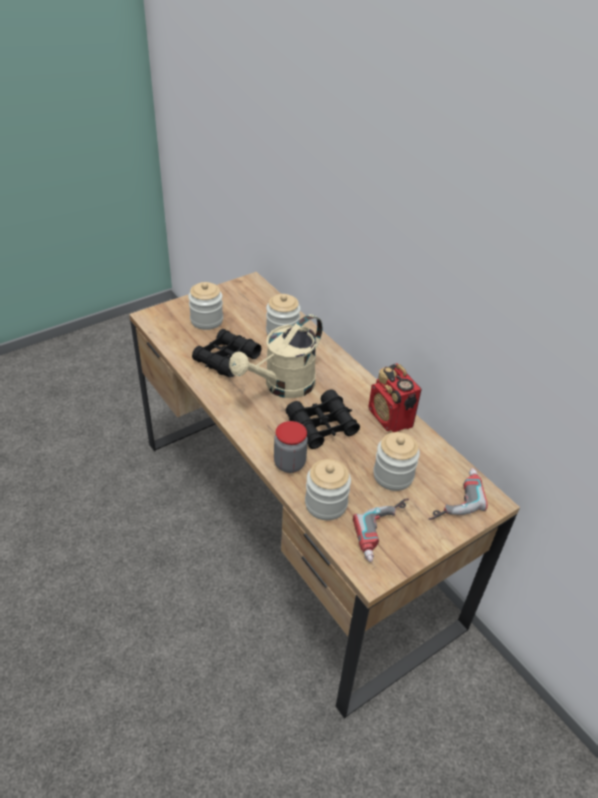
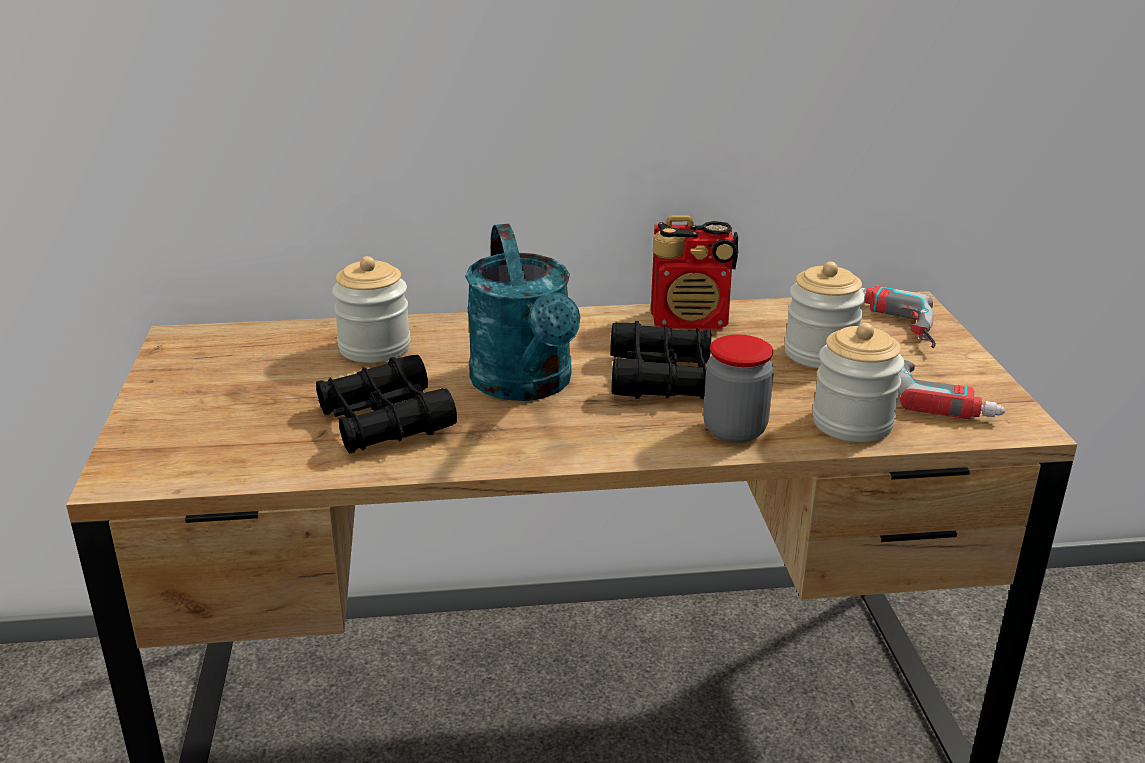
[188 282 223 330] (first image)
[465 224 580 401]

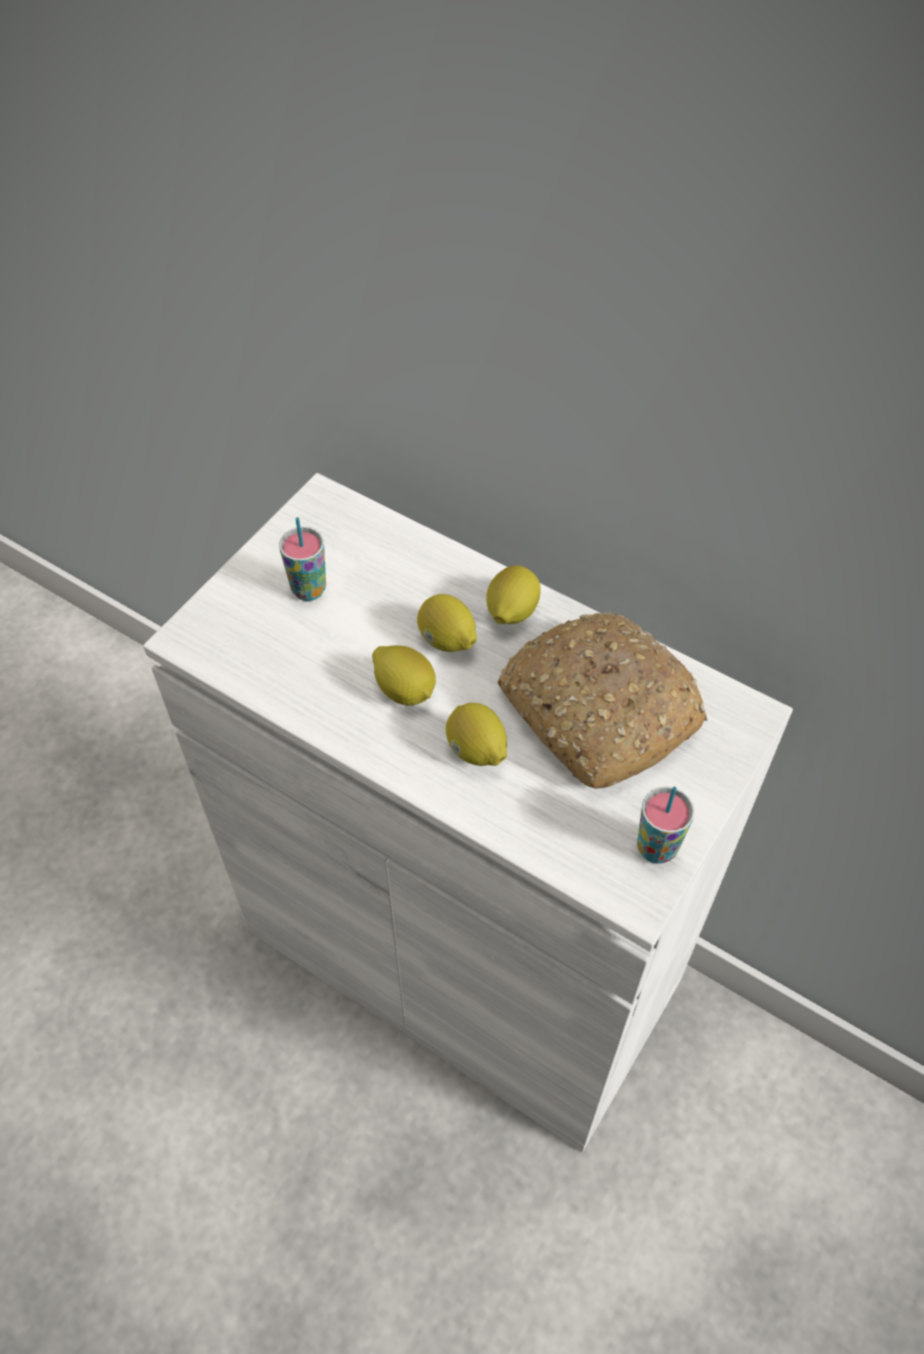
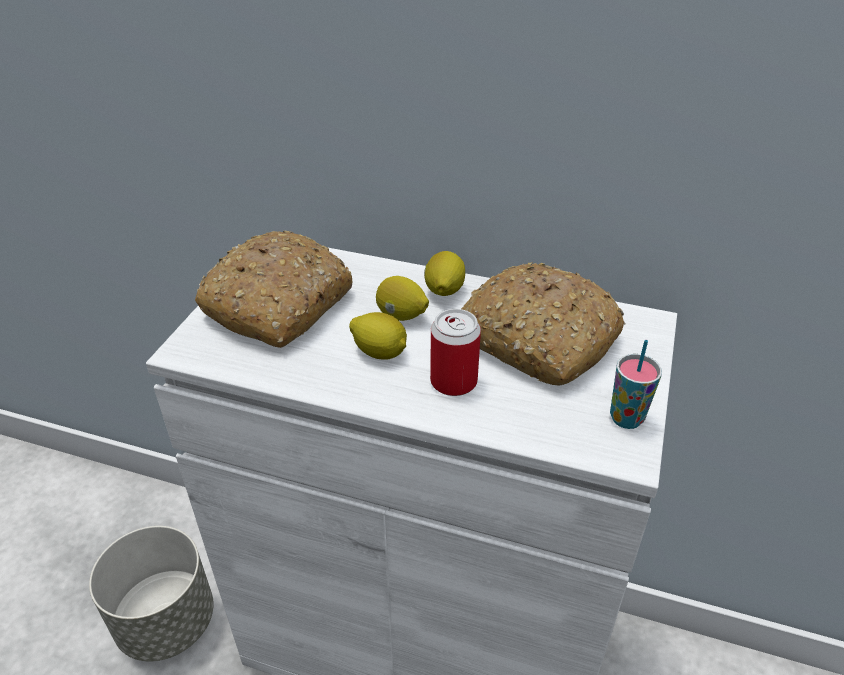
[195 231 352 348]
[430 309 481 396]
[89 526 214 661]

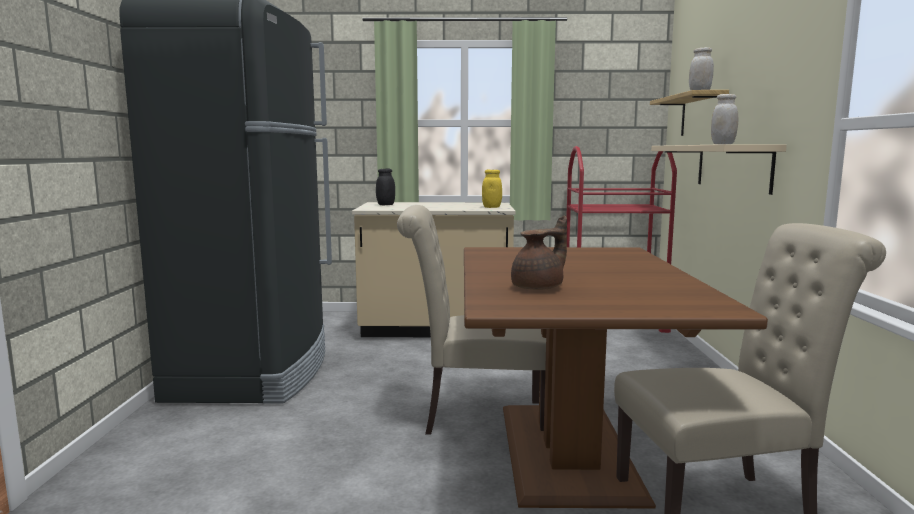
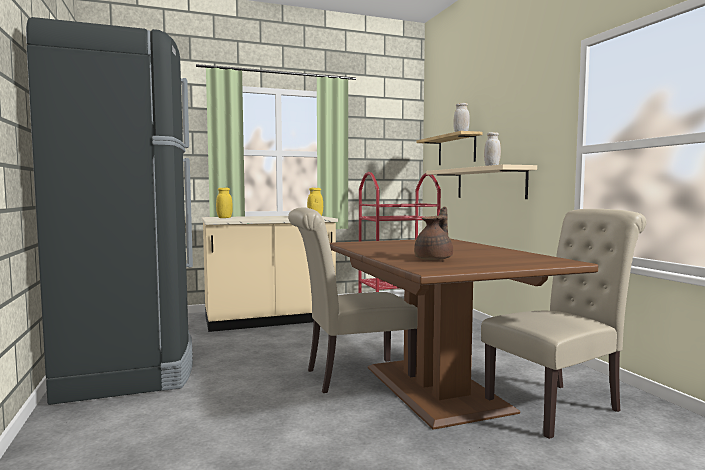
[216 188 233 218]

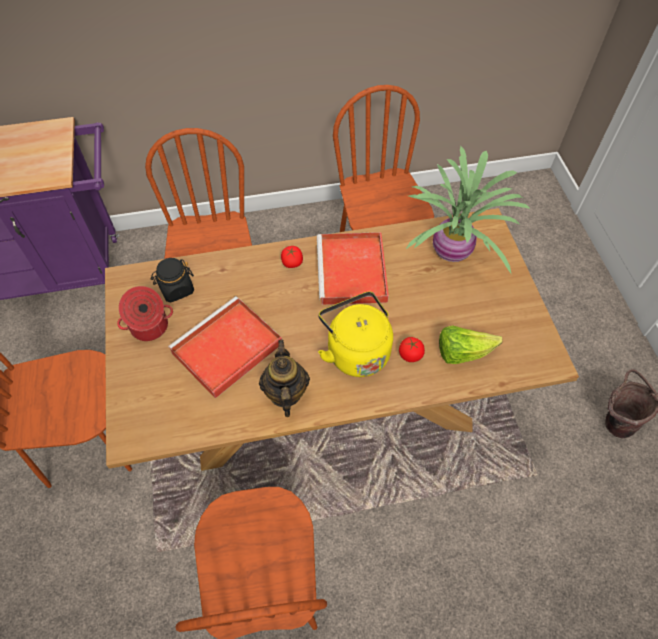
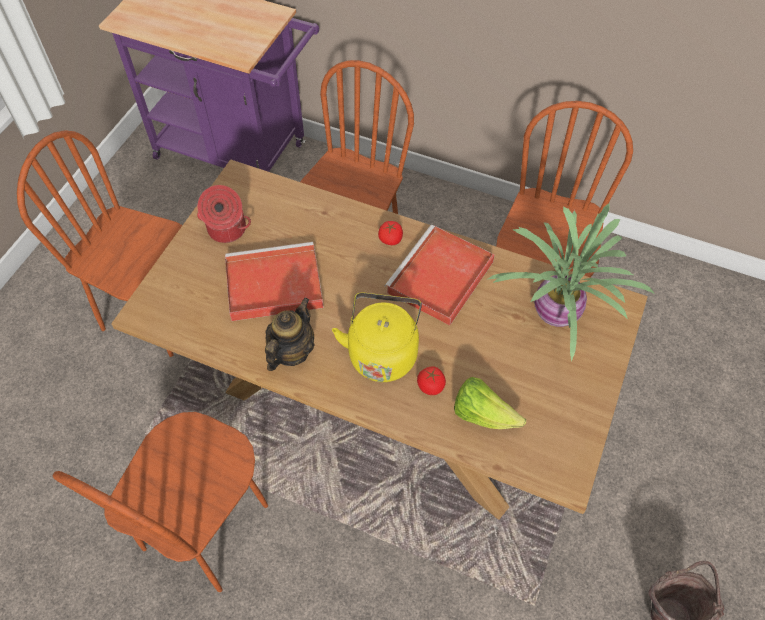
[151 258 194 302] (first image)

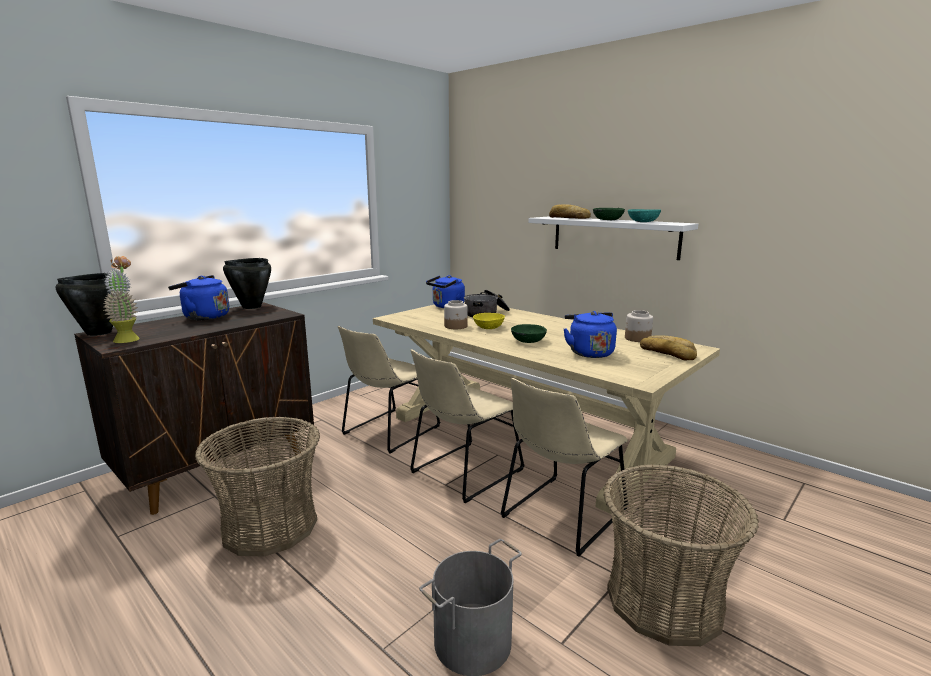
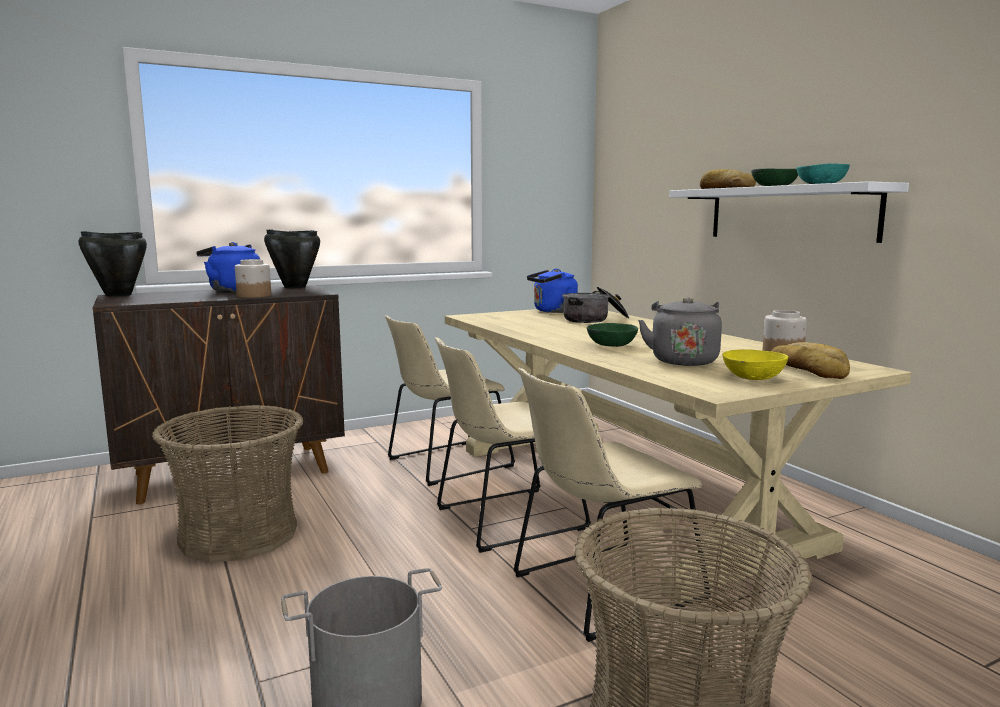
[103 256 140 343] (first image)
[235 259 271 298]
[638 297 722 366]
[723 349 788 380]

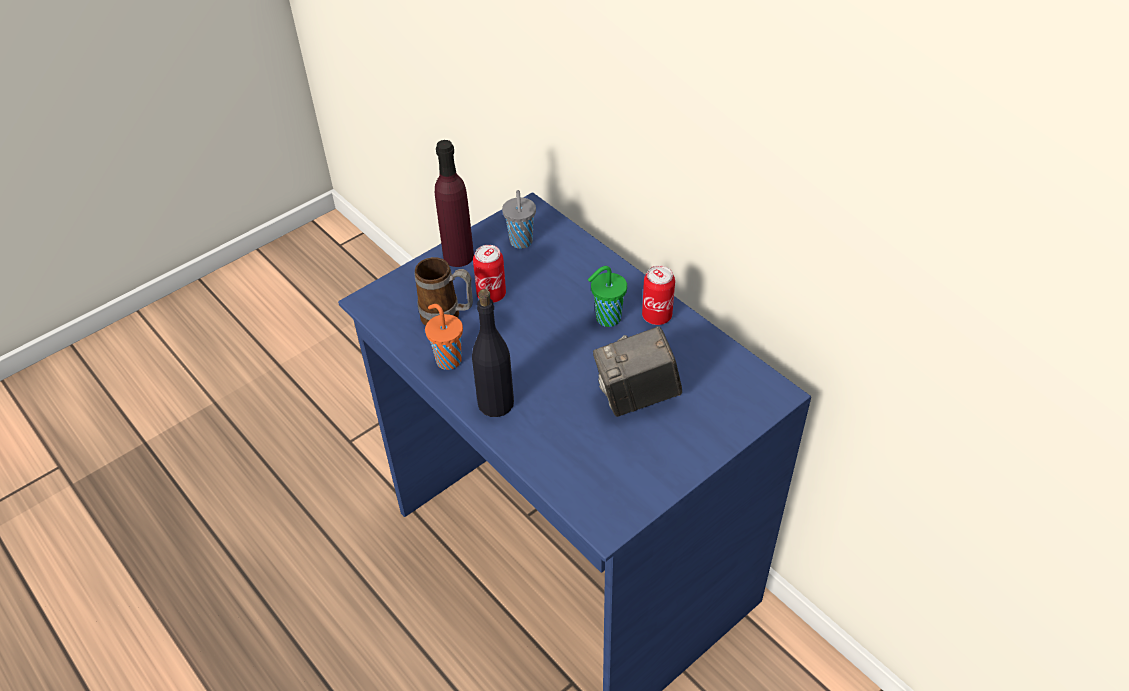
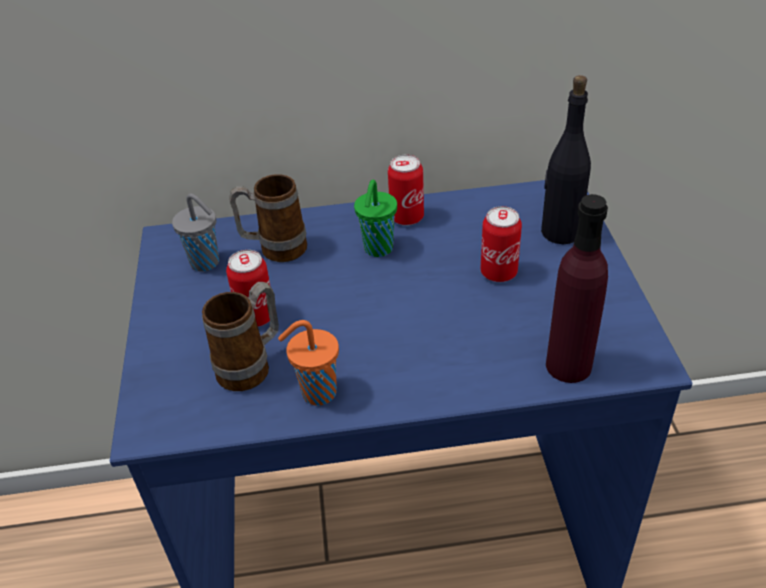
[546 194 608 383]
[541 75 591 244]
[480 206 522 282]
[229 174 307 262]

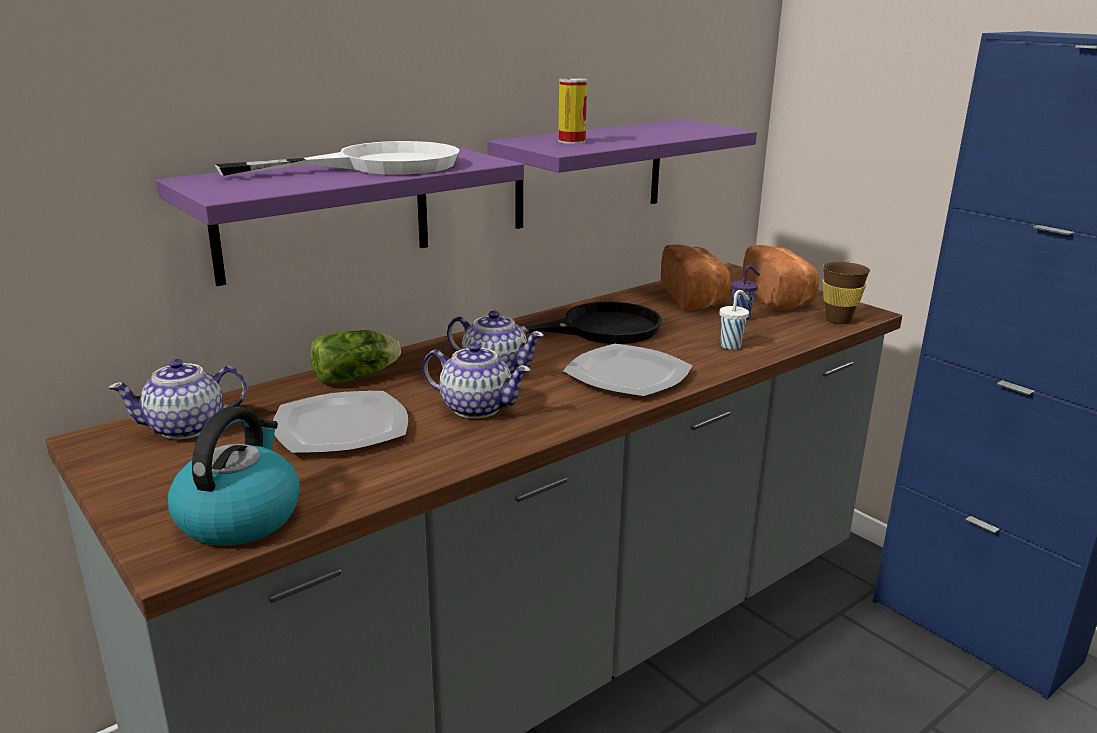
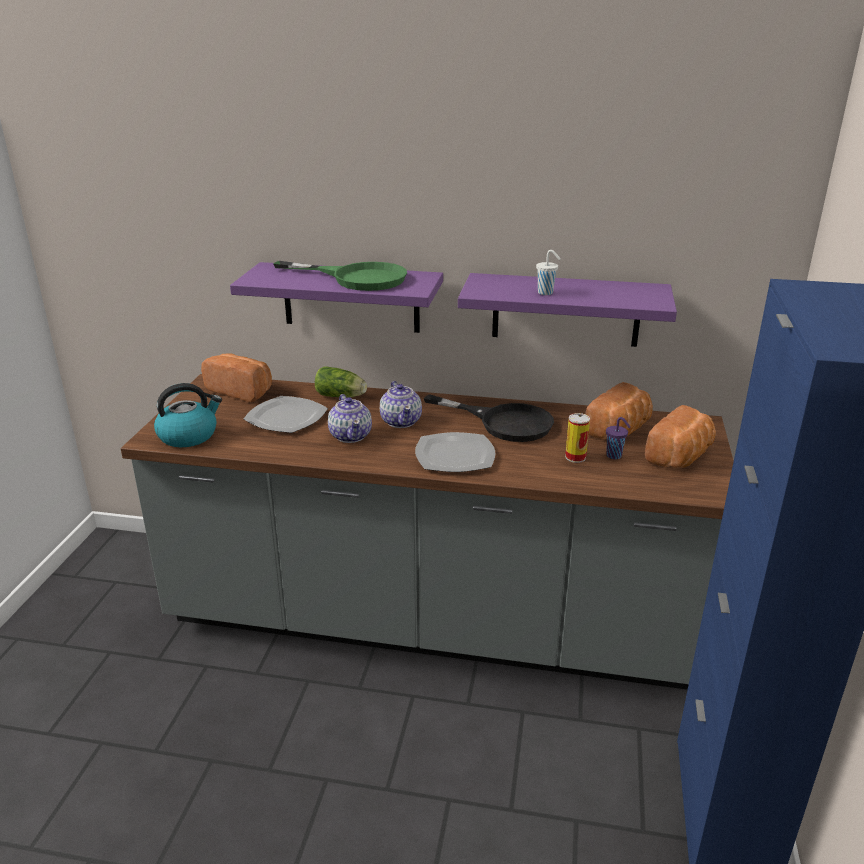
[565 413 590 463]
[273 261 407 291]
[823 262 870 324] (first image)
[536 250 561 295]
[201 353 272 402]

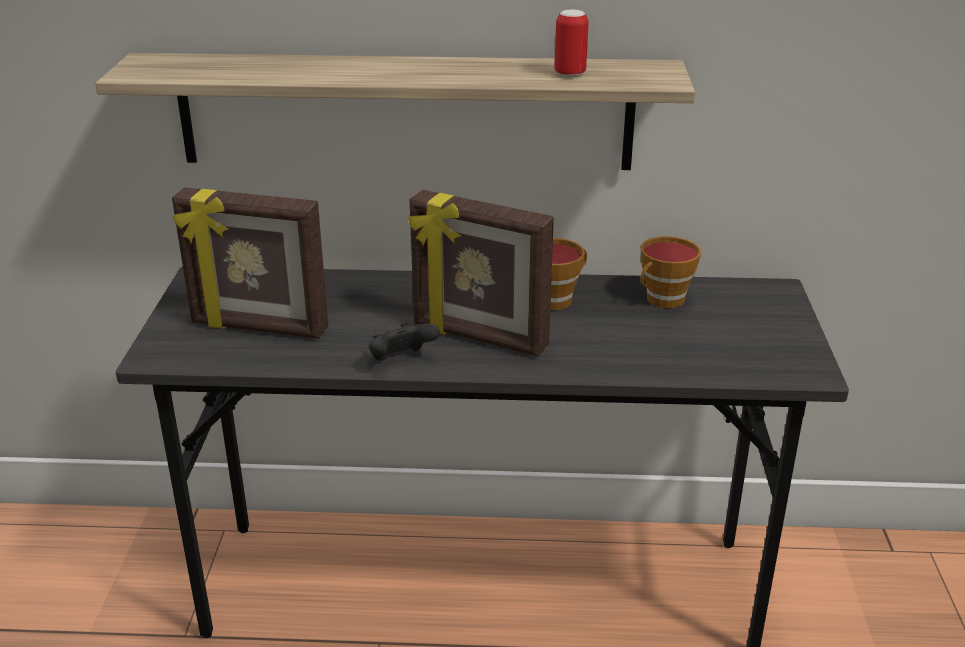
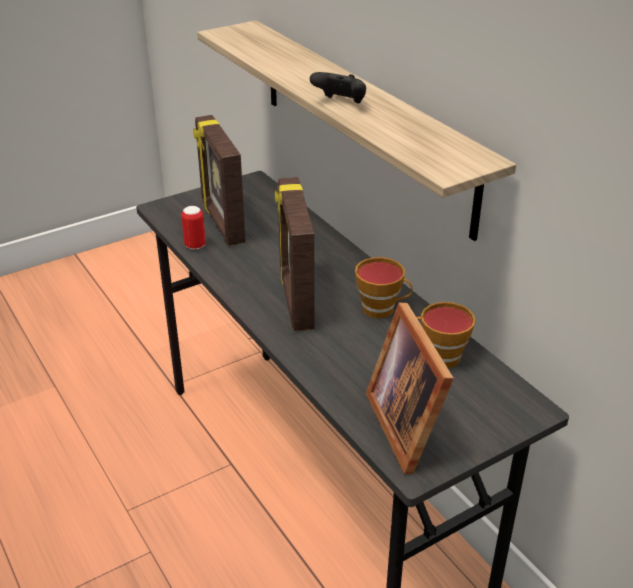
[181 206 206 250]
[310 72 366 103]
[366 302 454 474]

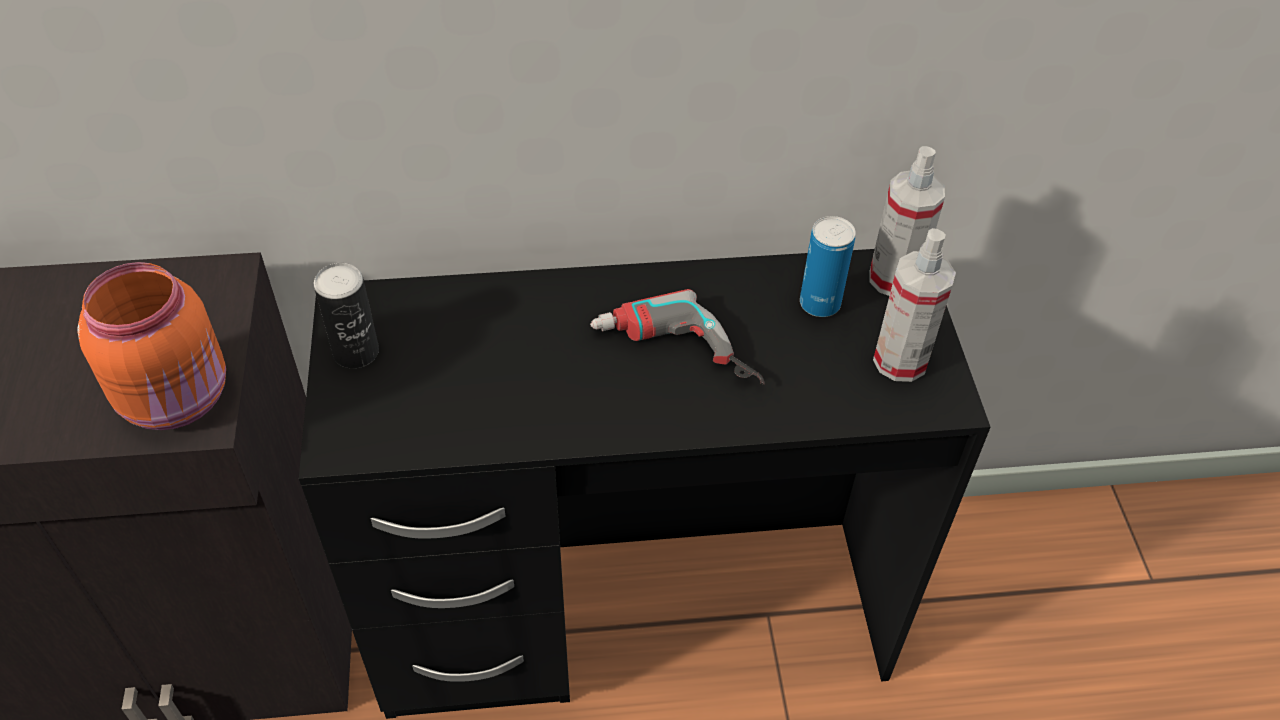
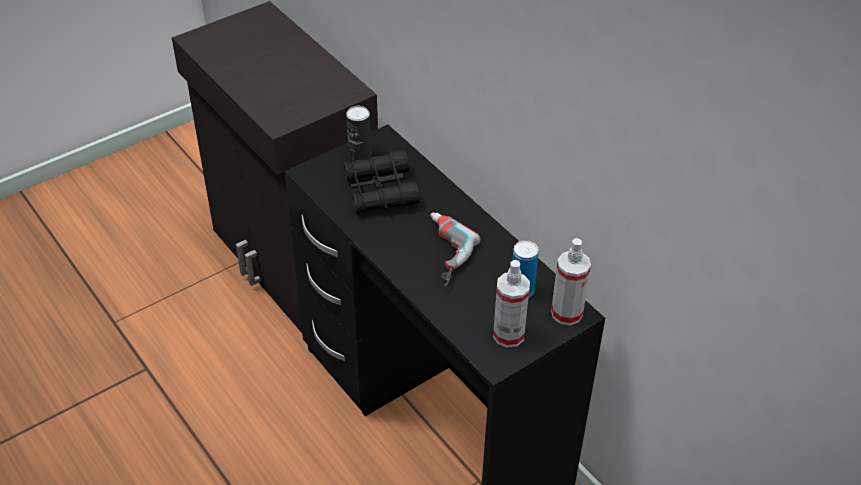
[77 262 226 430] (first image)
[344 150 420 214]

